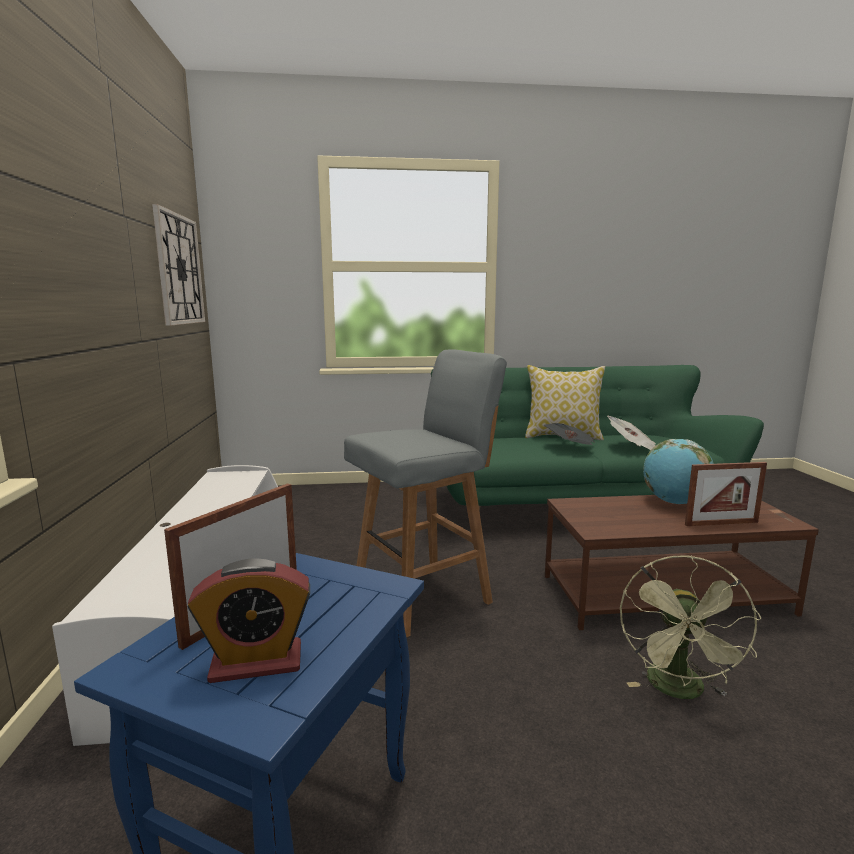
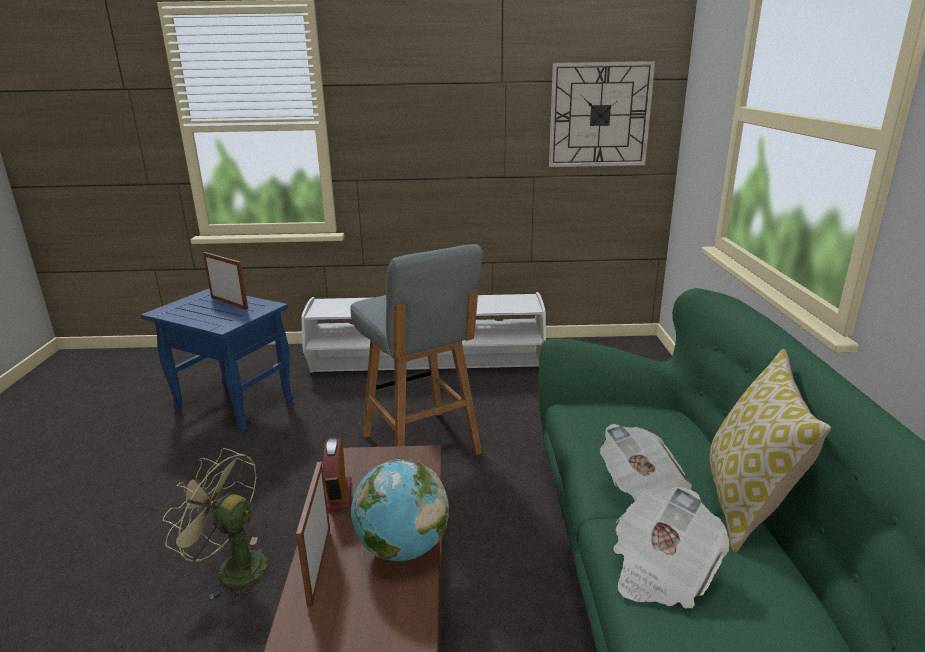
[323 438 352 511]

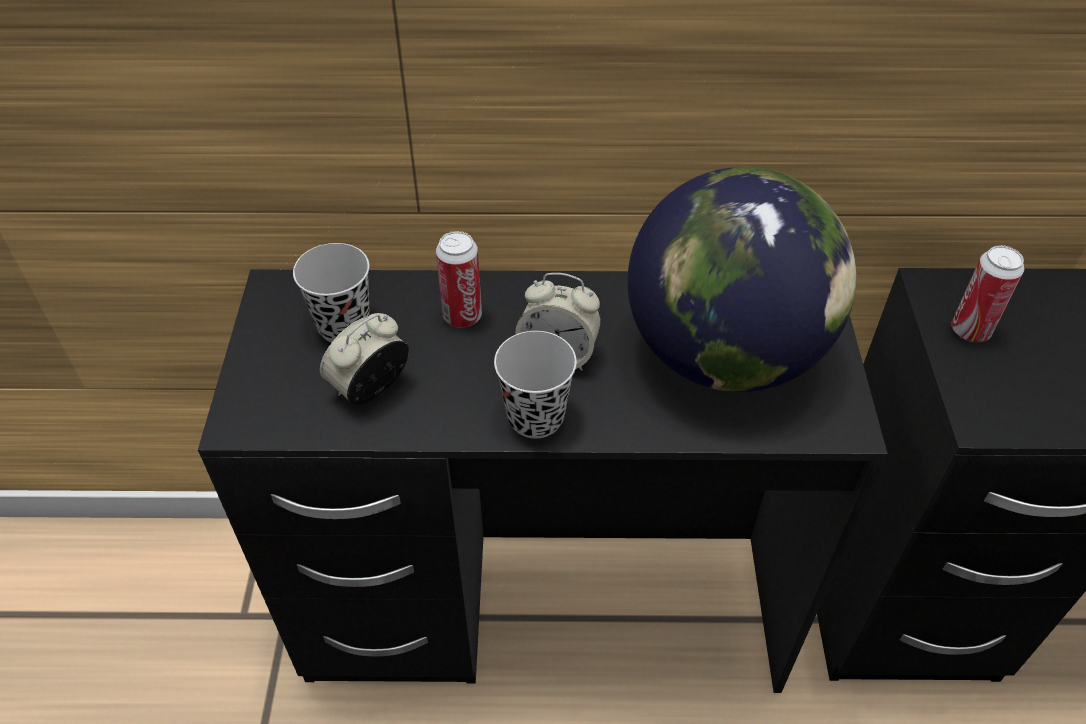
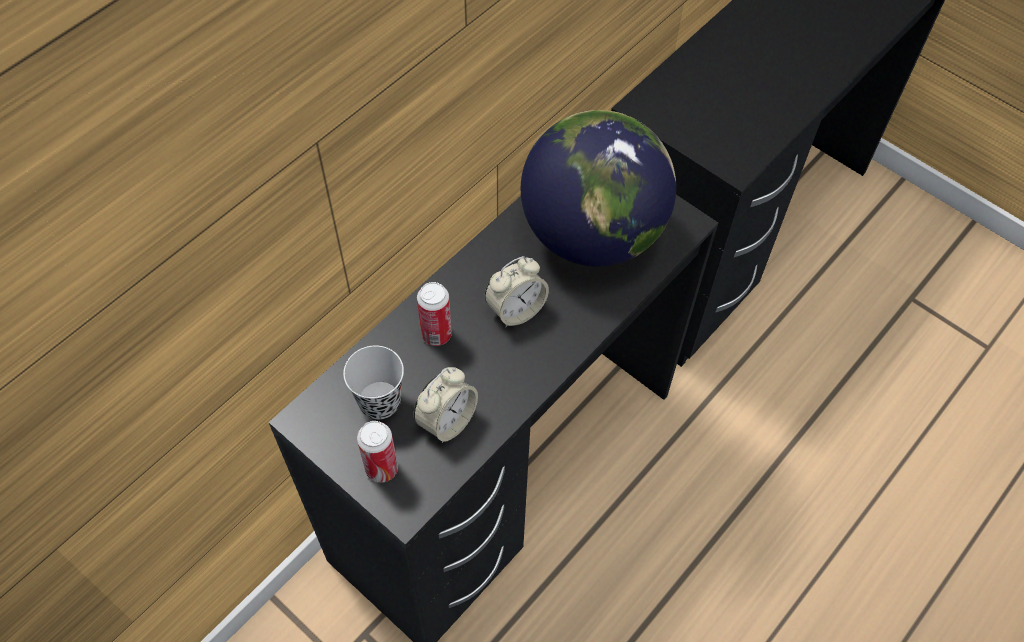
[357 421 398 483]
[414 367 478 443]
[494 331 577 439] (first image)

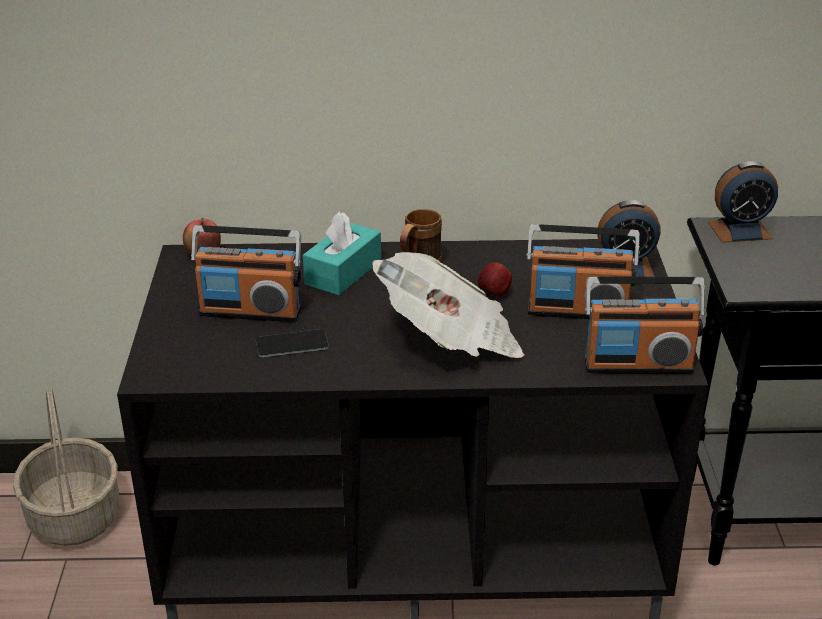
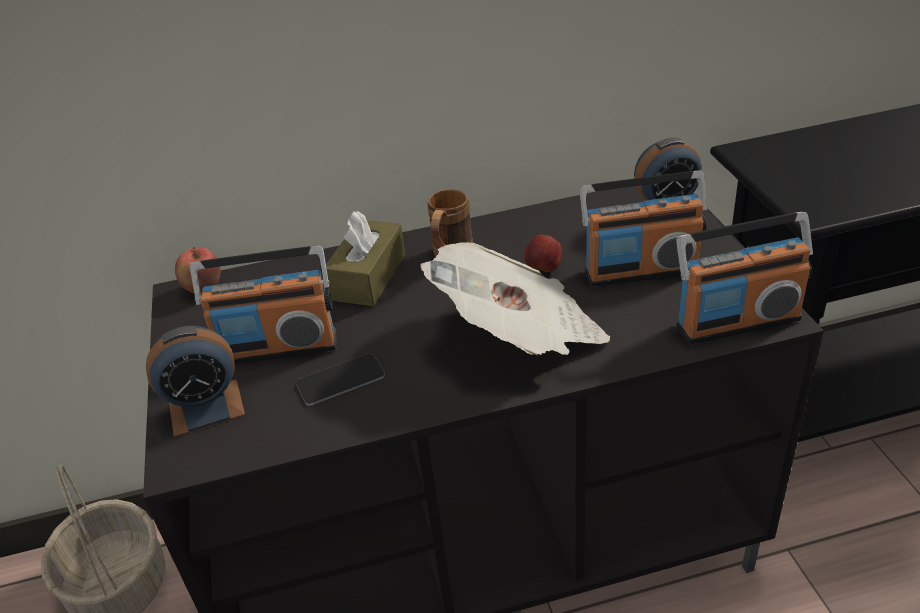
[146 326 245 437]
[326 211 405 306]

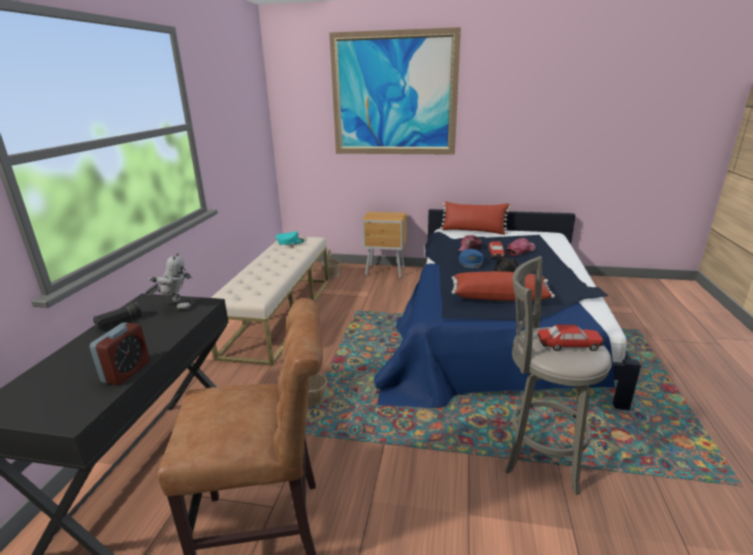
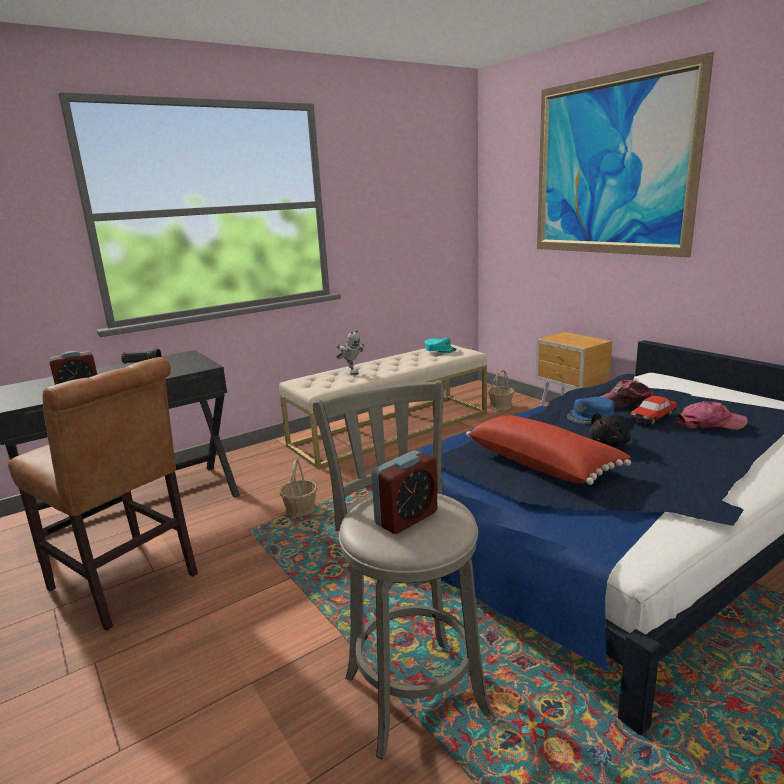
[440 201 511 235] (first image)
[336 330 364 375]
[371 450 438 534]

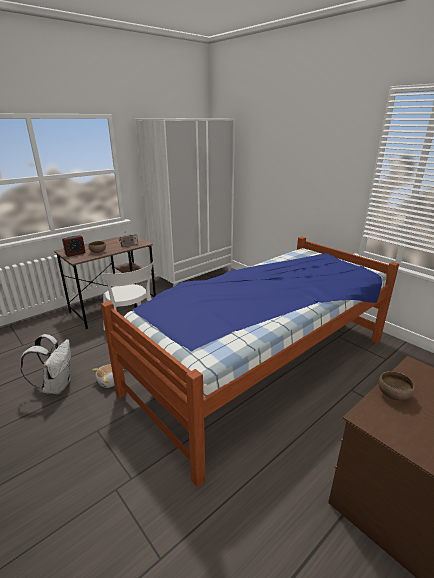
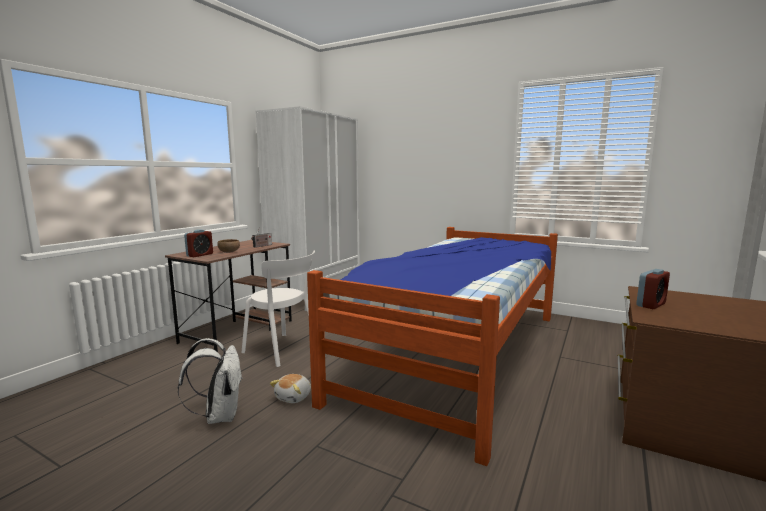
[636 269 670 309]

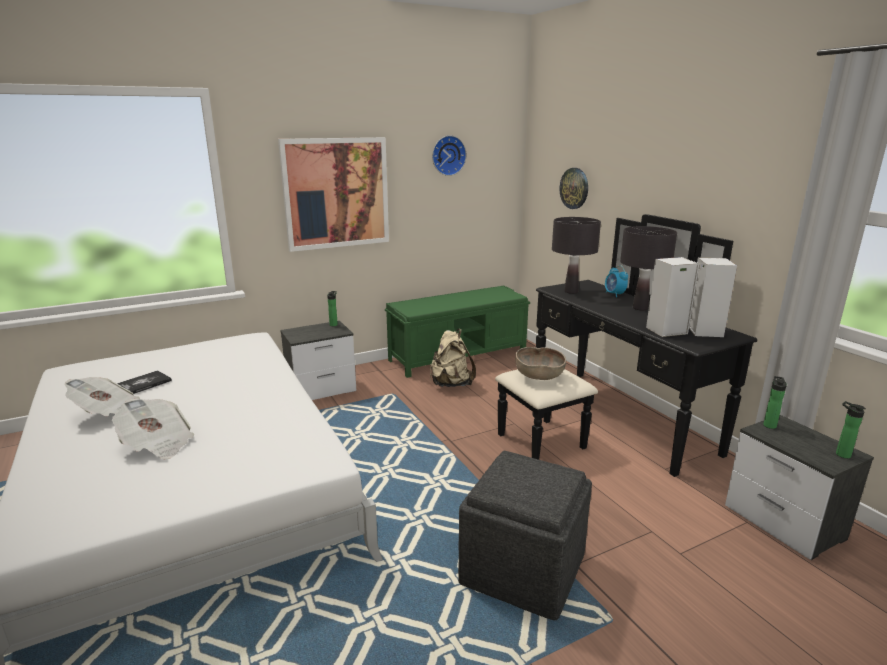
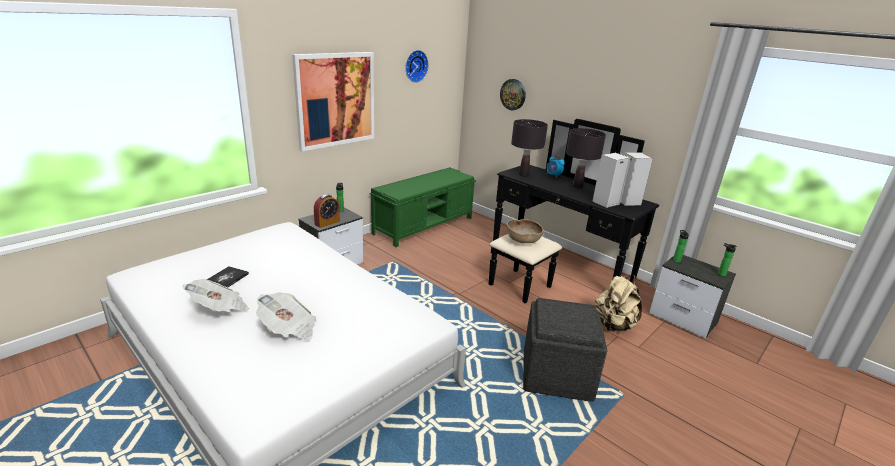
[595 275 642 332]
[314 194 340 228]

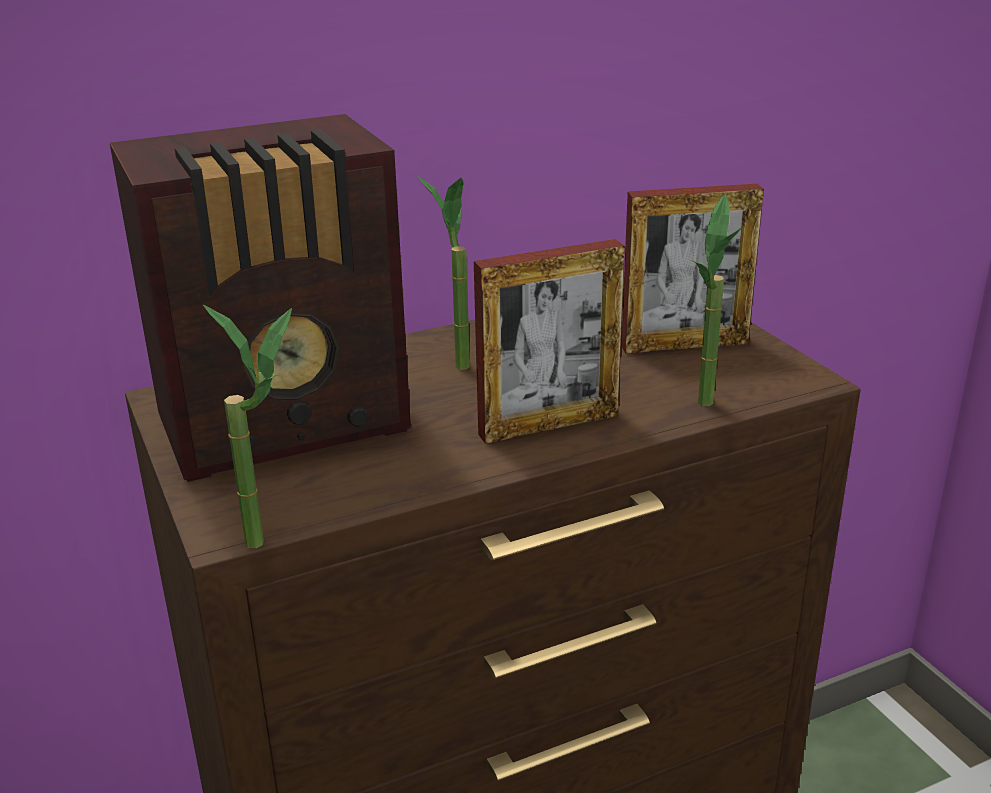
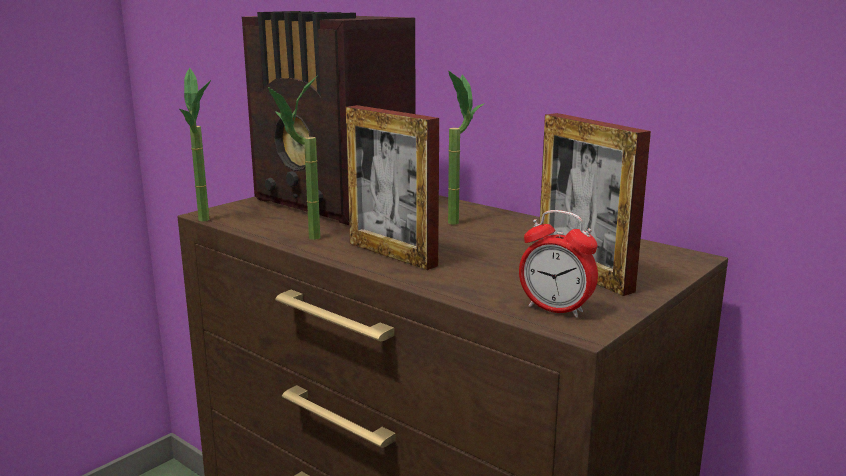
[268 75 320 240]
[519 210 598 318]

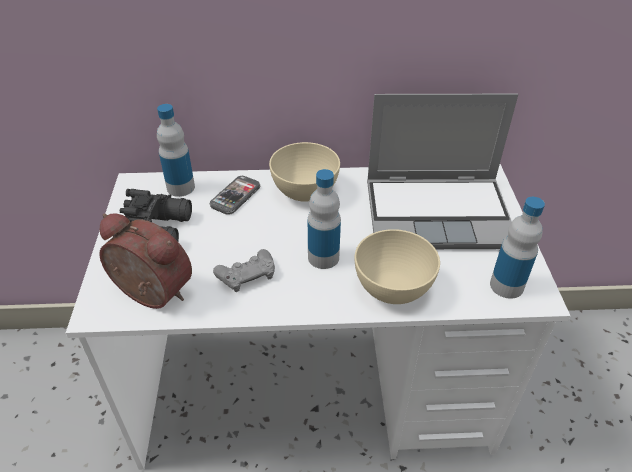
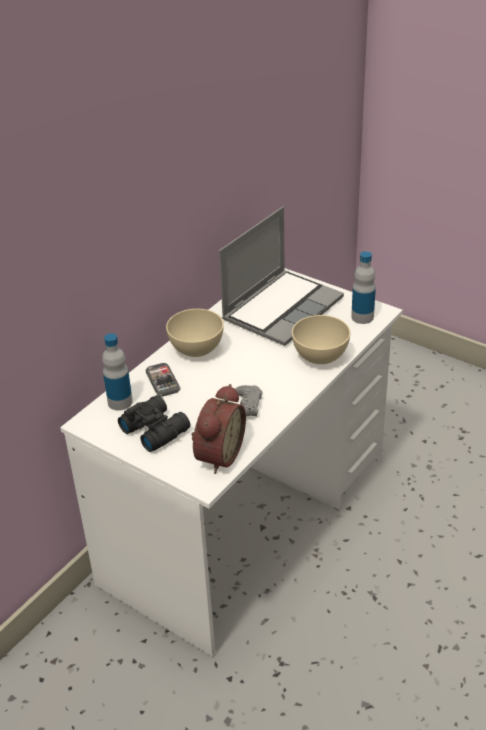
[308 169 341 269] (first image)
[191 384 246 474]

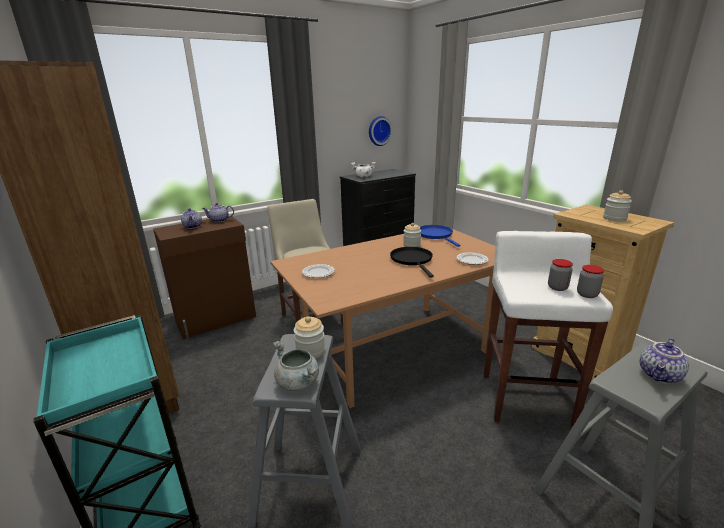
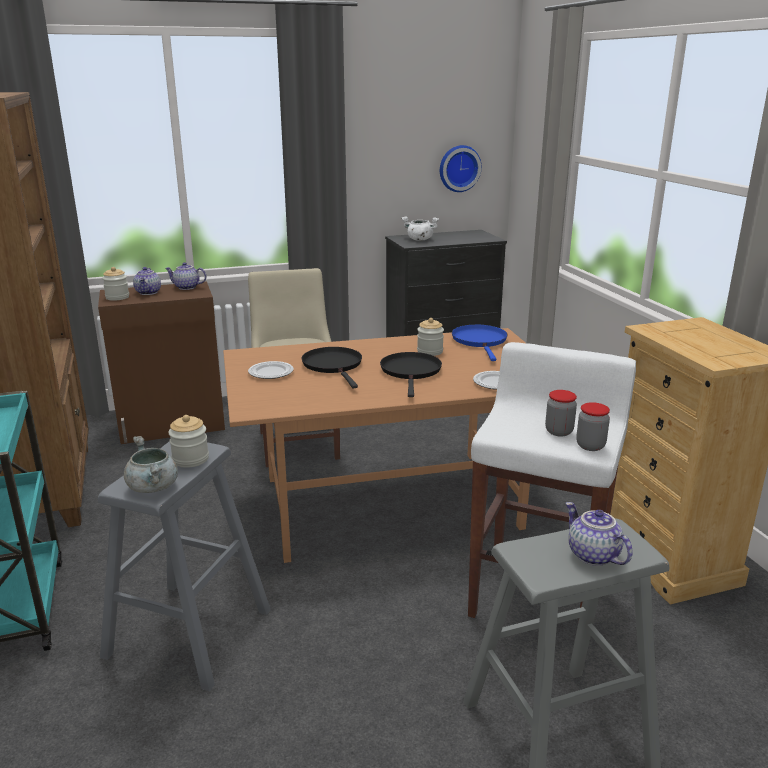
[102 267 129 301]
[565 502 632 566]
[301 347 362 389]

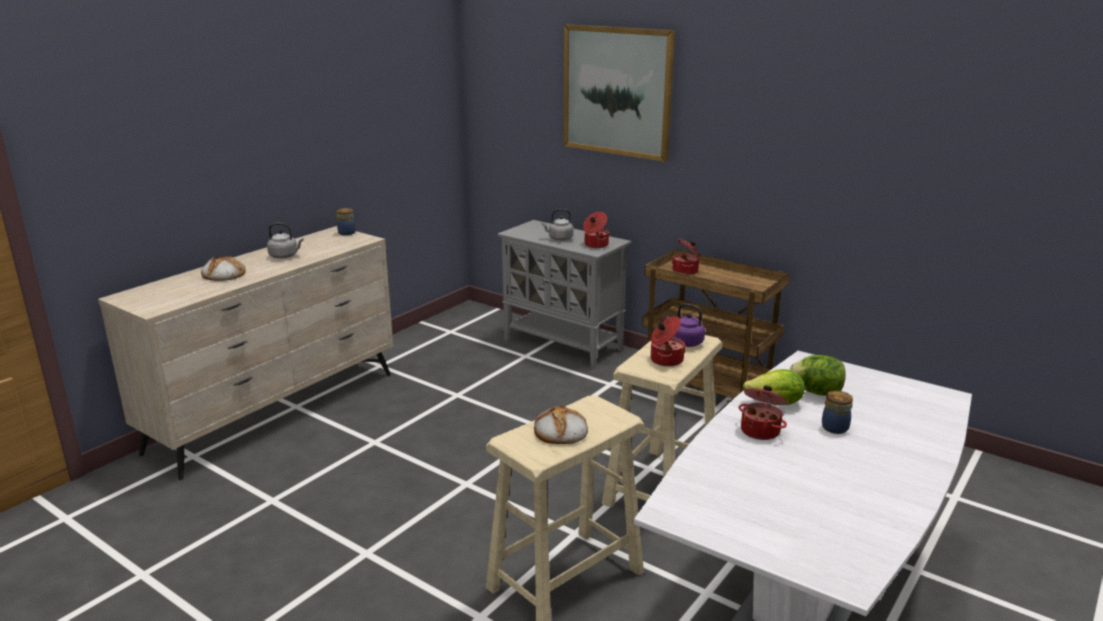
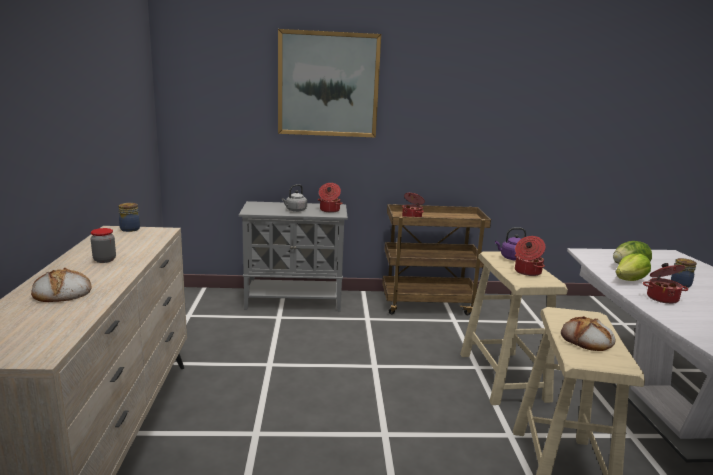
[90 228 116 263]

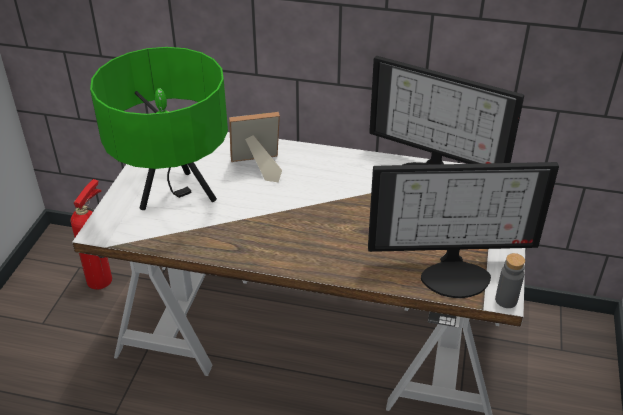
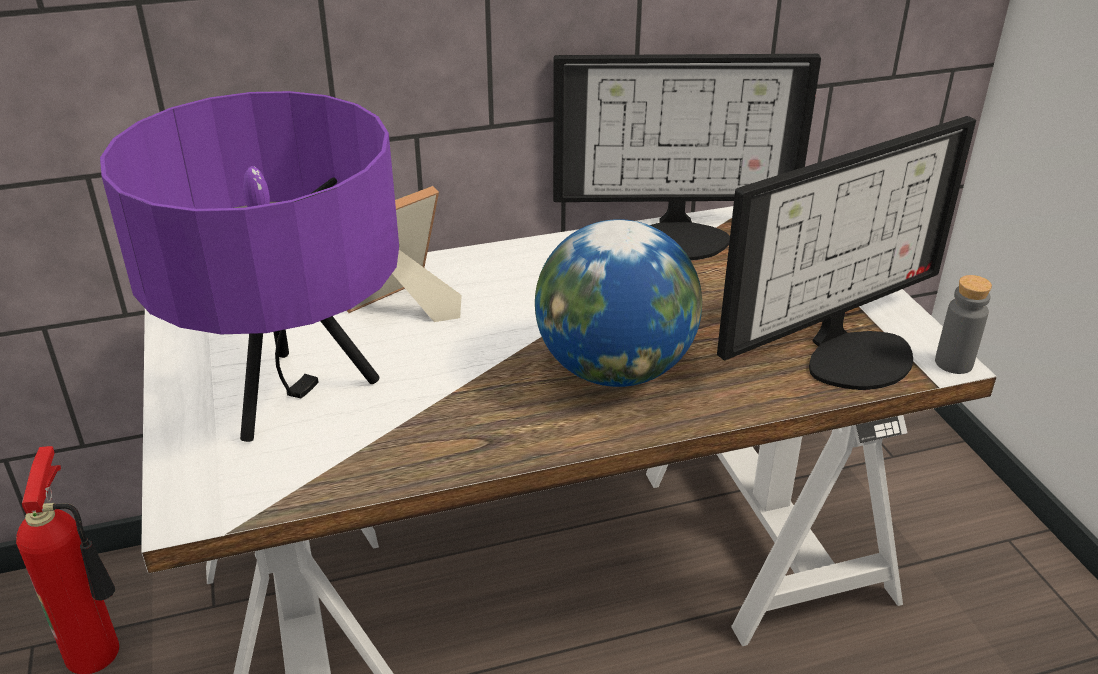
[100 91 399 442]
[535 219 702 387]

